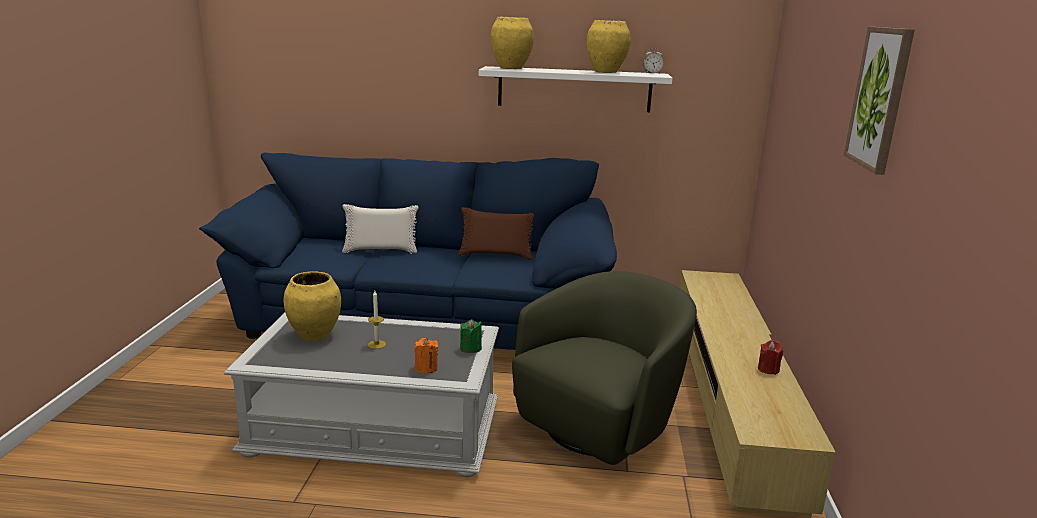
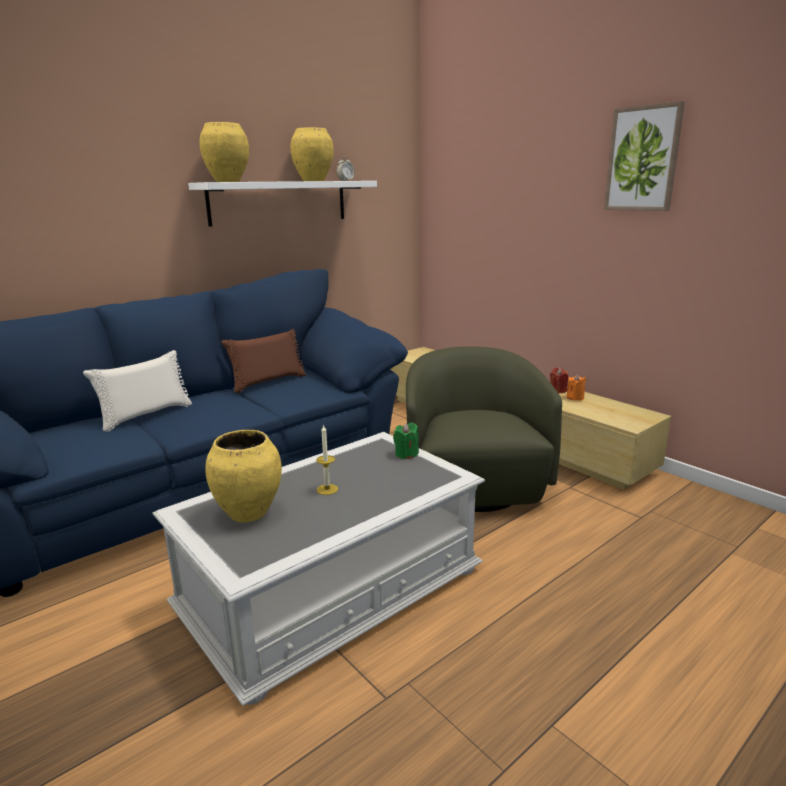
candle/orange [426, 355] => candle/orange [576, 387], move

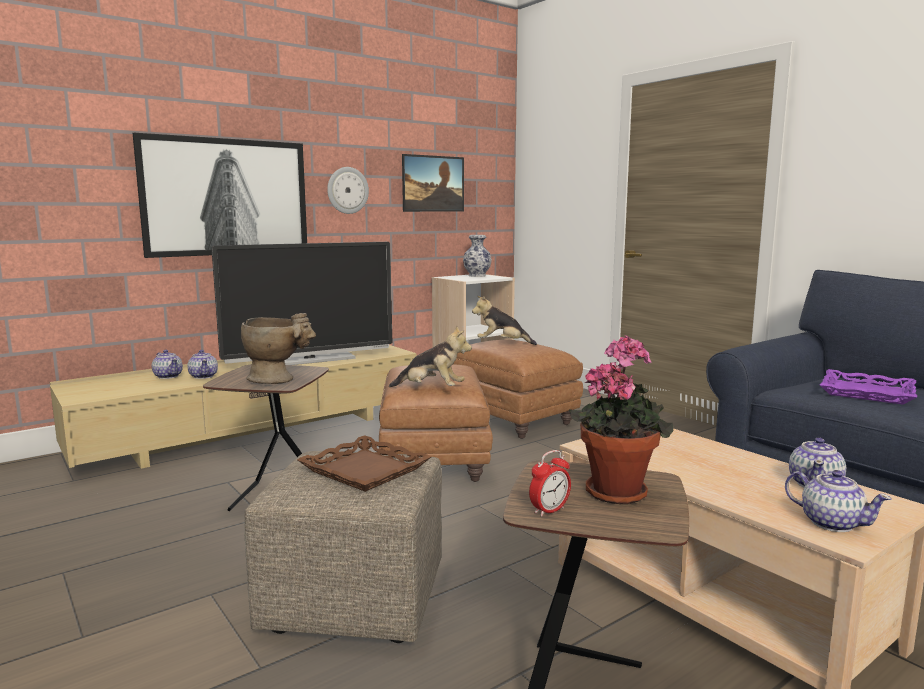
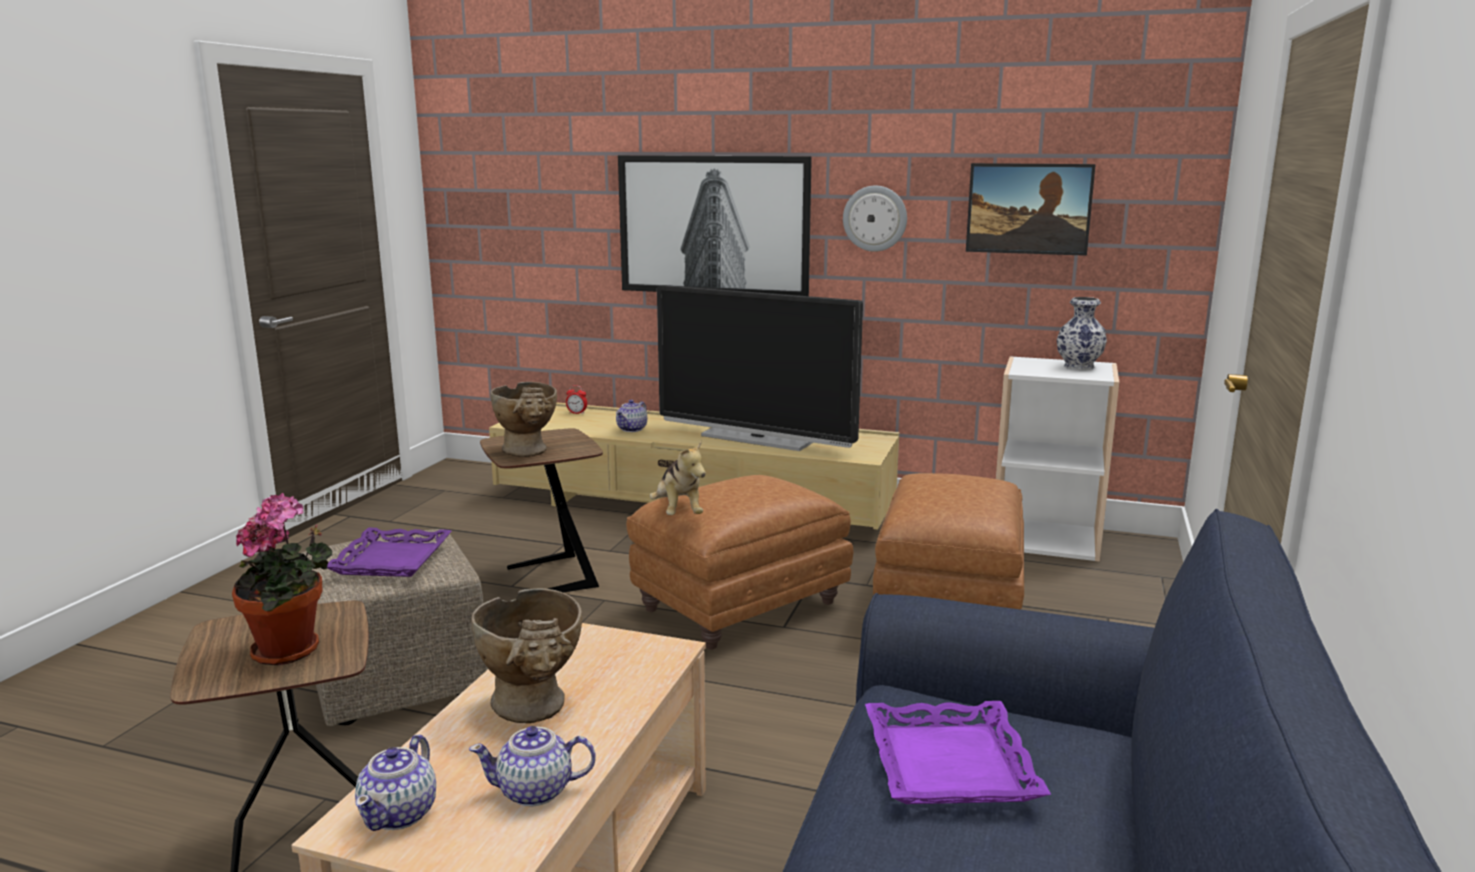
teapot [167, 364] => nothing
tray/brown [364, 463] => tray/purple [389, 552]
plush toy [504, 320] => nothing
alarm clock [550, 483] => alarm clock [576, 400], move
nothing => vase/beige [527, 655]

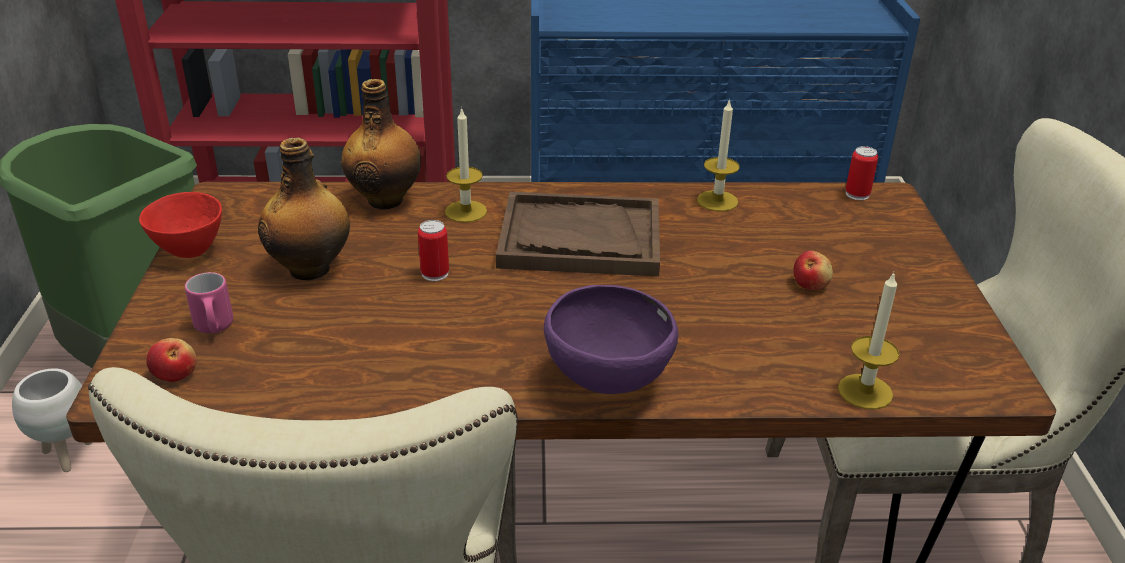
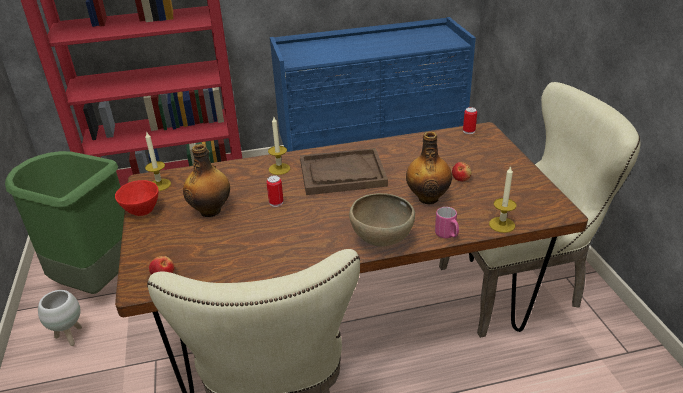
mug/pink [209, 302] => mug/pink [447, 222], move
bottle [381, 144] => bottle [429, 168], move
bowl/purple [611, 339] => bowl/brown [382, 220]
candle [718, 155] => candle [158, 161], move

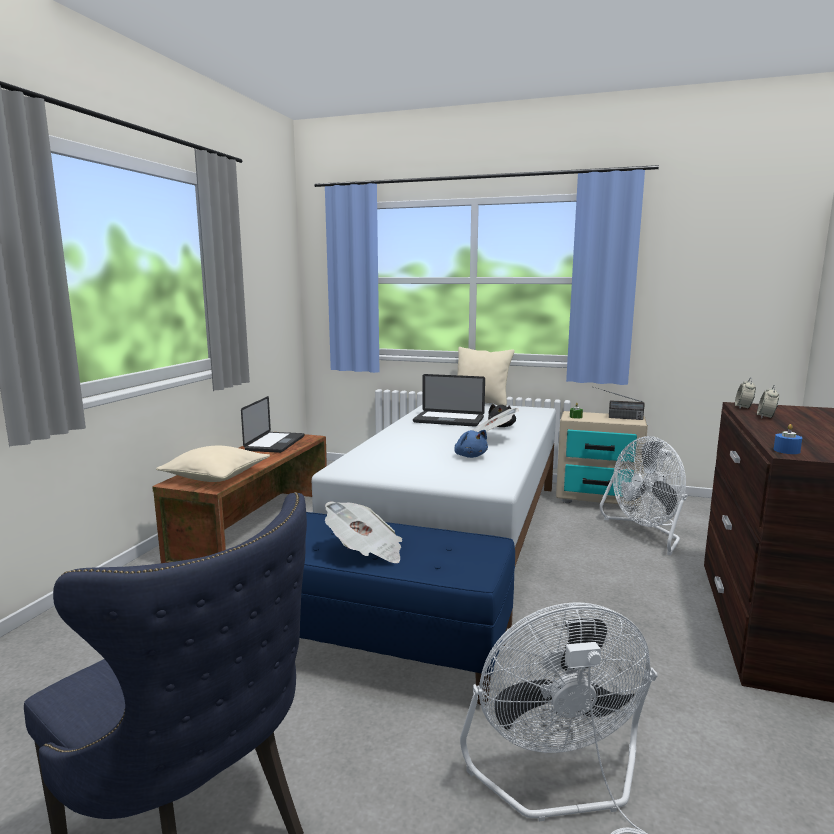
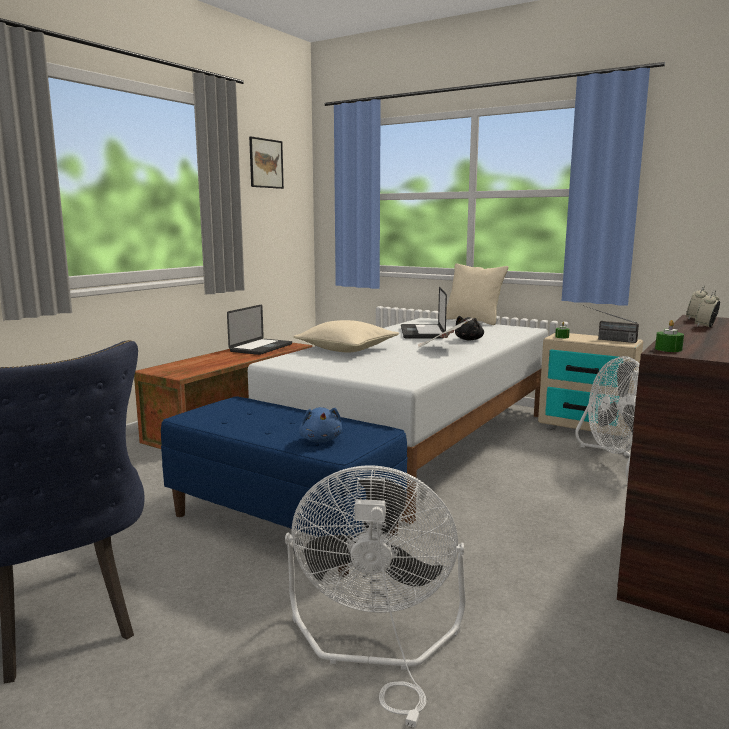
pillow/beige [213, 464] => pillow/beige [346, 336], move
newspaper [363, 532] => nothing
laptop [449, 400] => laptop [424, 313], 60 degrees clockwise
plush toy/blue [471, 444] => plush toy/blue [320, 425], move
candle/blue [787, 439] => candle/green [669, 336]
nothing => picture [266, 162]

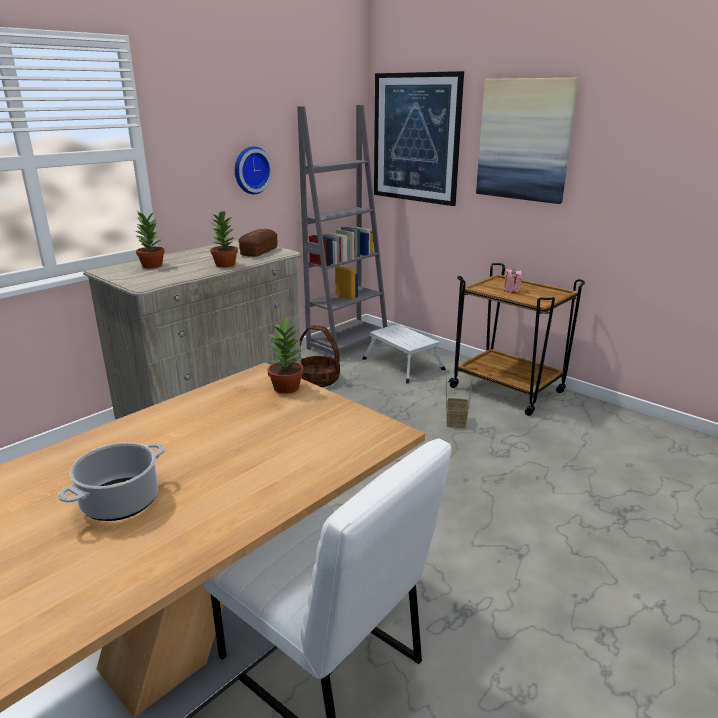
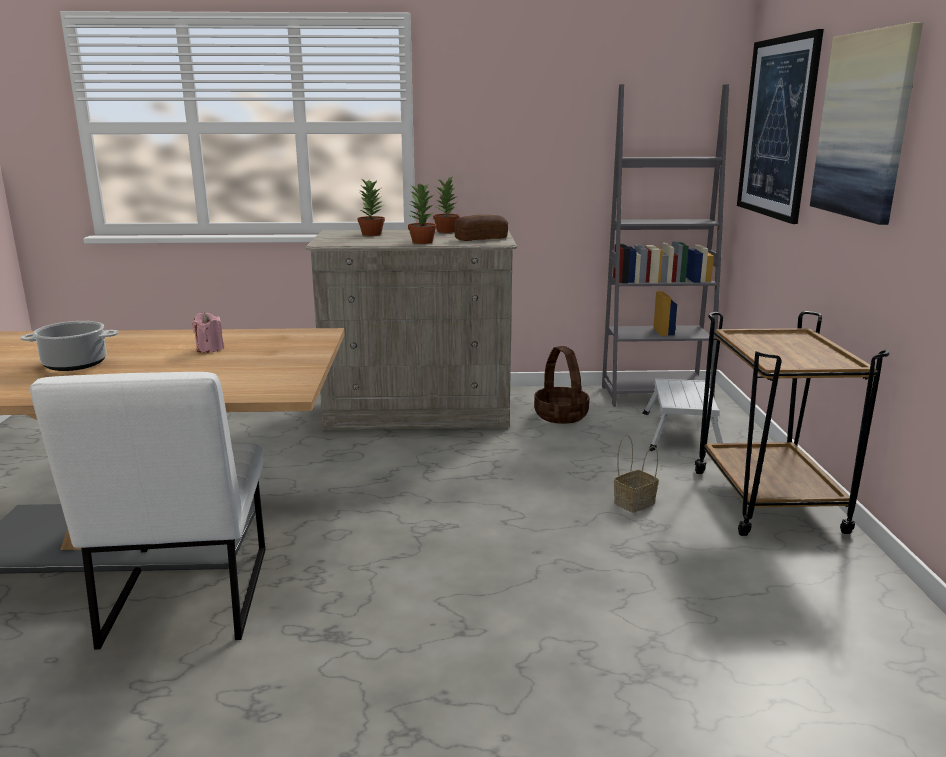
wall clock [254, 170] => nothing
potted plant [285, 355] => potted plant [446, 204], move
candle/pink [513, 280] => candle/pink [208, 332], move

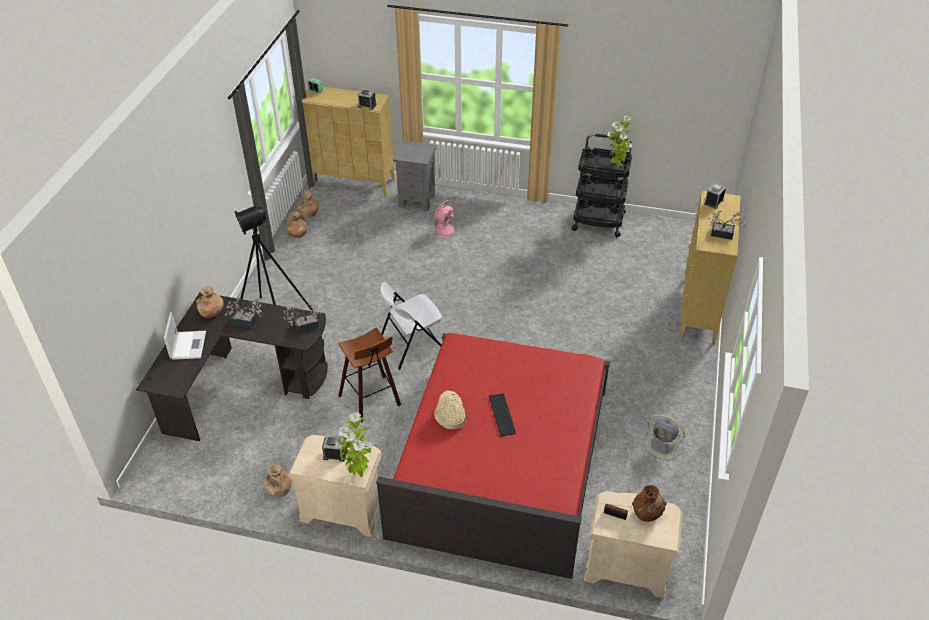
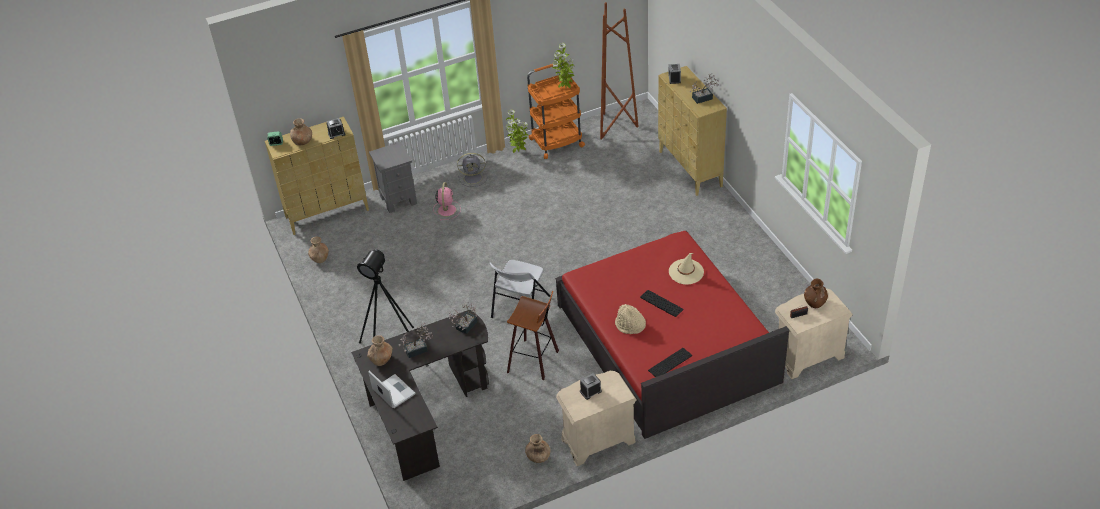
vase/brown [297, 224] => vase/brown [301, 131], move
potted plant [353, 444] => potted plant [517, 131], move
cart/black [601, 185] => cart/orange [556, 111]
fan/grey [664, 437] => fan/grey [472, 170], move
nothing => clothes rack/brown [619, 70]
nothing => keyboard [670, 362]
nothing => hat/beige [686, 269]

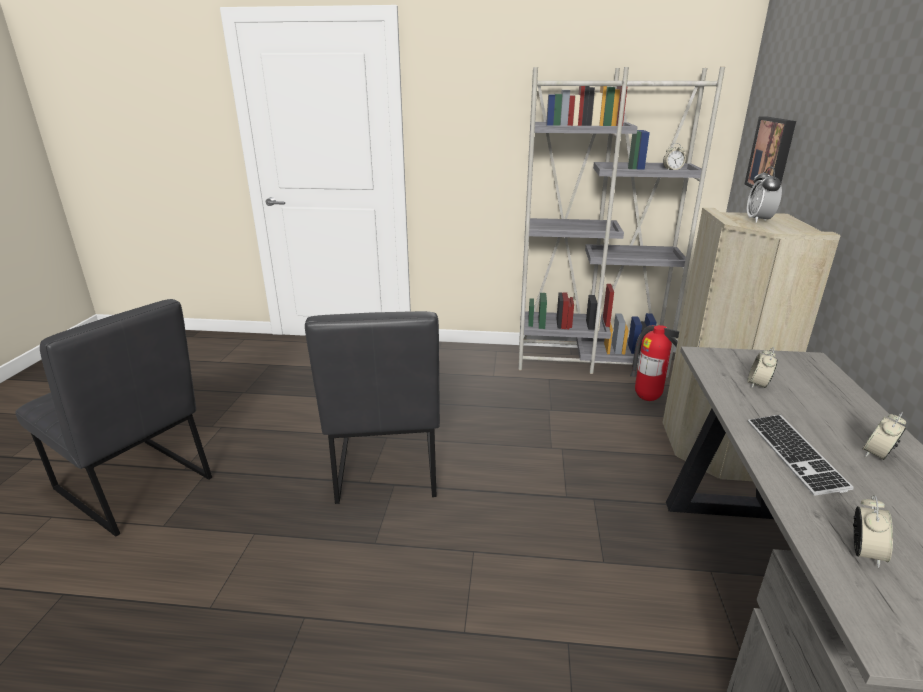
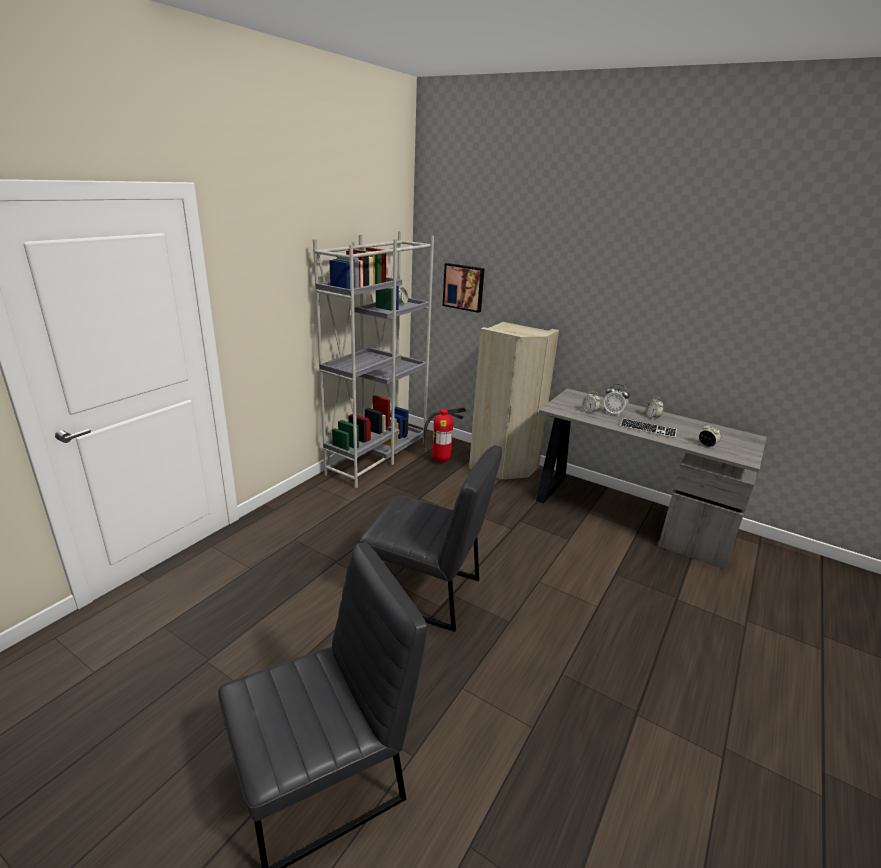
alarm clock [764, 195] => alarm clock [617, 400], move

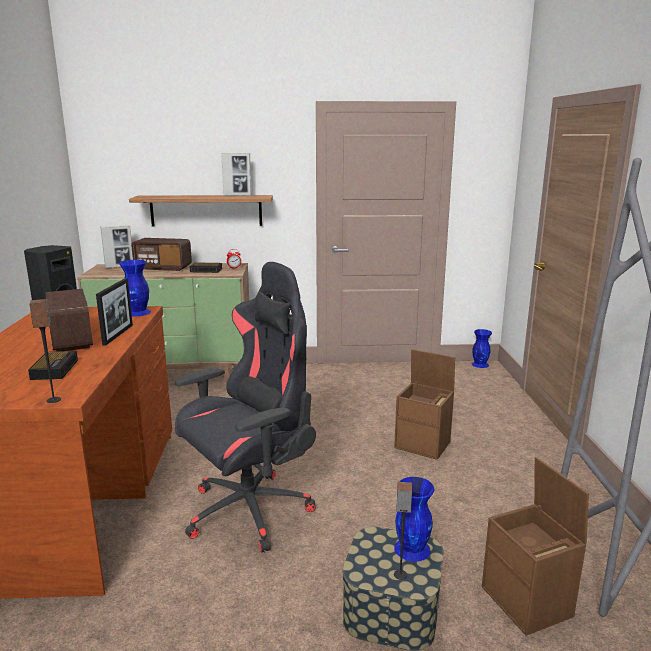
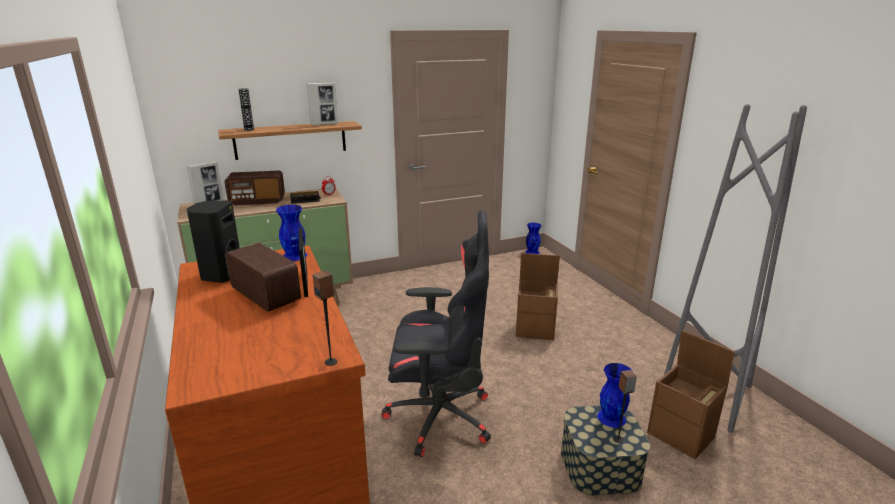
alarm clock [53, 365] => nothing
office chair/black [245, 407] => office chair/black [436, 333], 60 degrees clockwise
nothing => vase [246, 109]

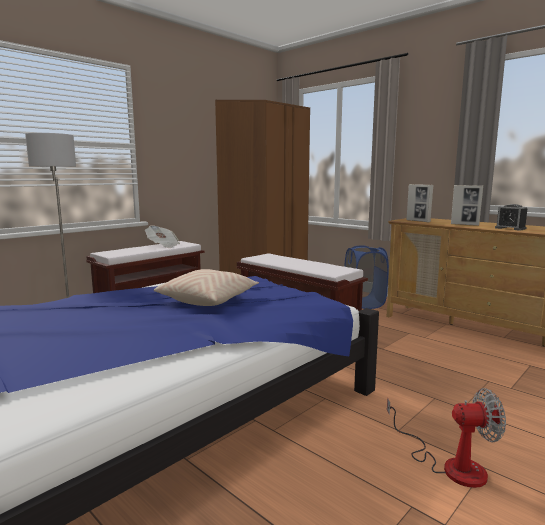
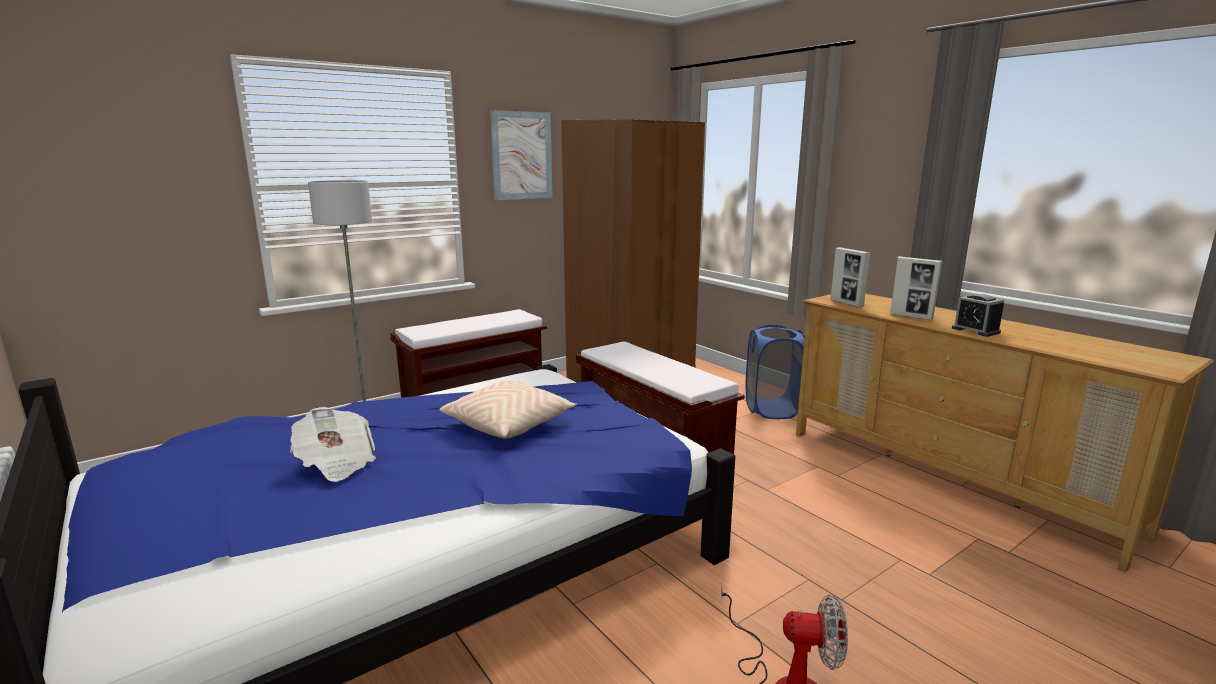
newspaper [162, 236] => newspaper [333, 444], move
nothing => picture [521, 155]

